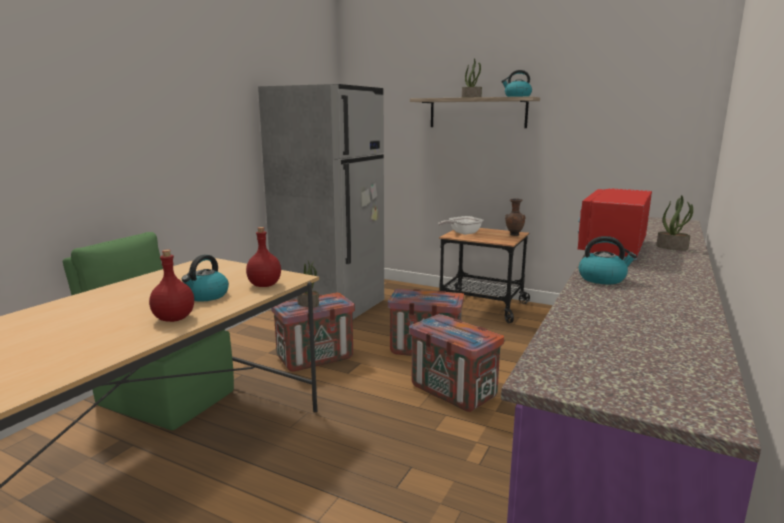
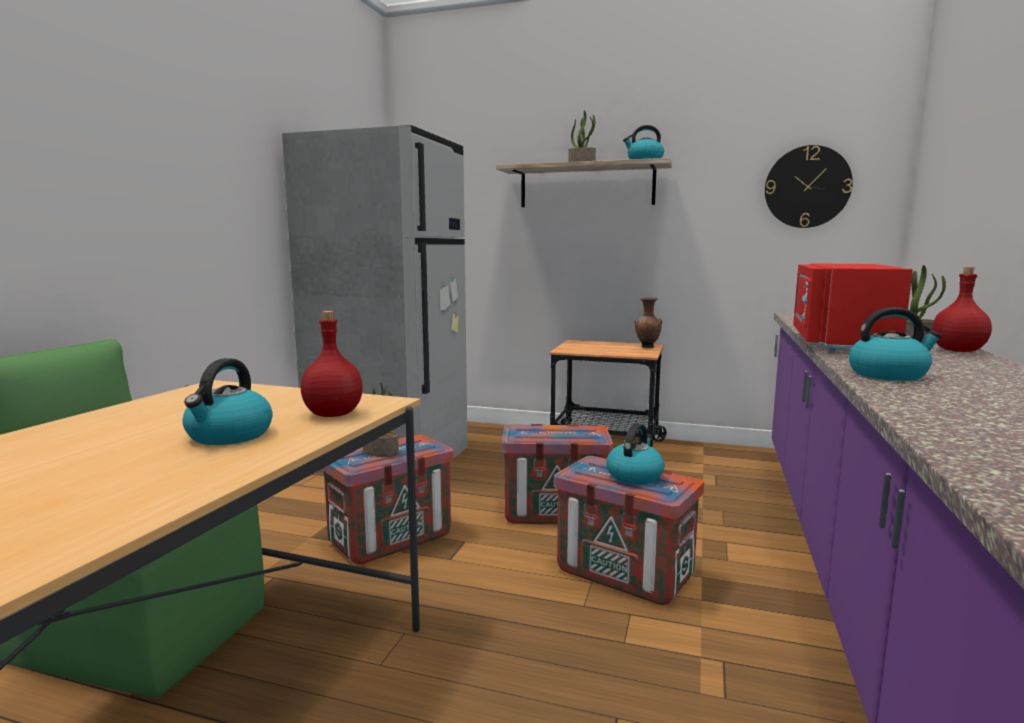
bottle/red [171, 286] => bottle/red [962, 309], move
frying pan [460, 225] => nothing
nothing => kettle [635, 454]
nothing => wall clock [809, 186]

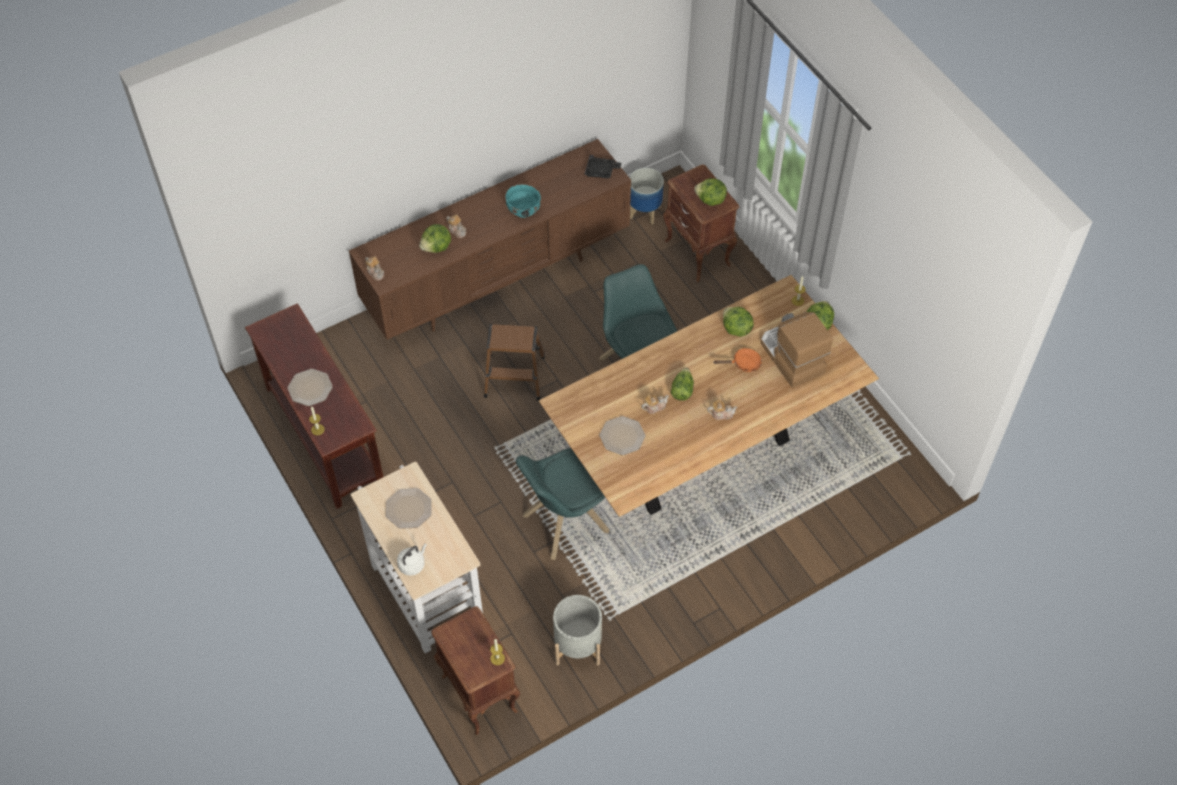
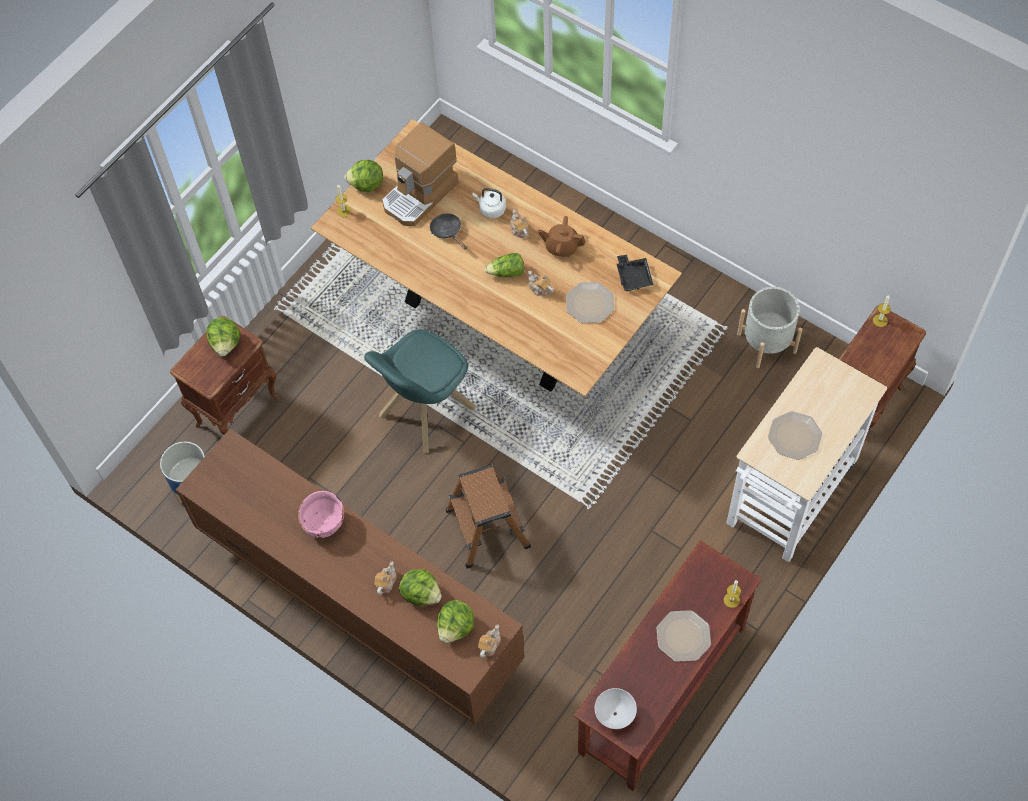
kettle/white [412, 559] => kettle/white [489, 203], move
bowl/turquoise [523, 201] => bowl/pink [321, 514]
chair/turquoise [562, 504] => nothing
tray/black [602, 167] => tray/black [635, 272], move
frying pan/orange [737, 360] => frying pan/black [448, 232]
lettuce [738, 322] => lettuce [455, 621], move
nothing => teapot/brown [562, 236]
nothing => bowl/white [616, 708]

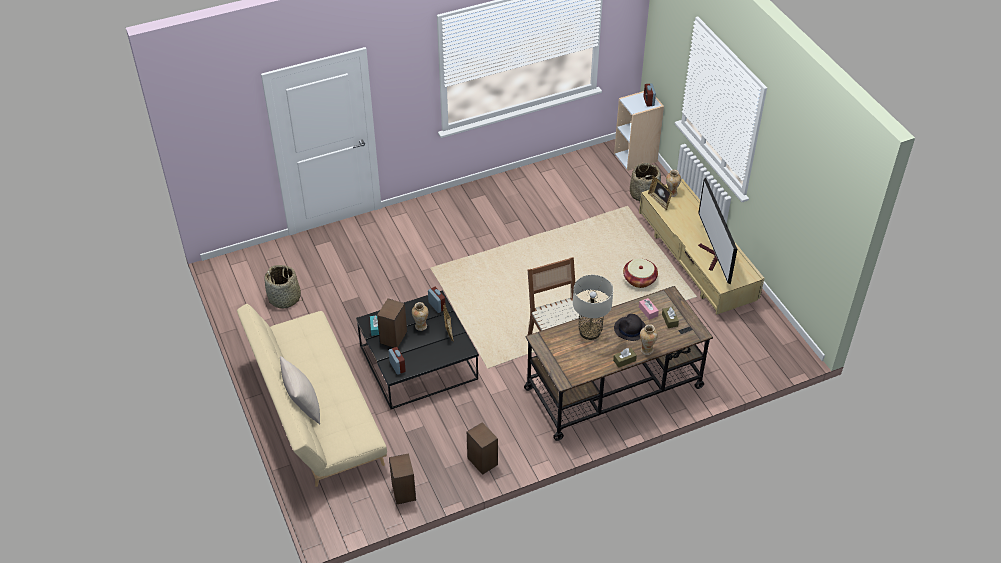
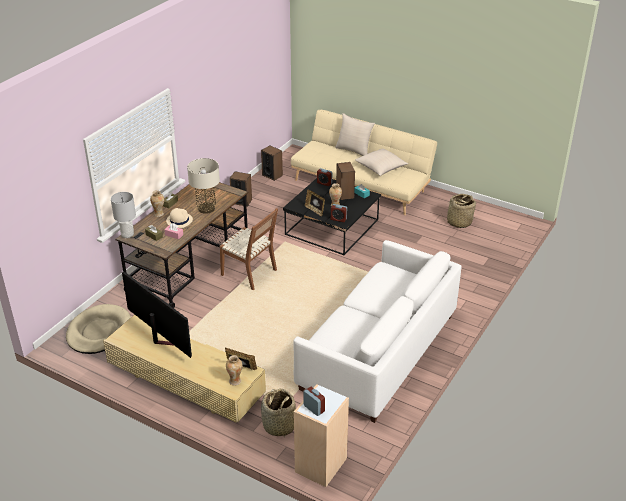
hat/black [630, 327] => hat/beige [179, 218]
basket [640, 273] => nothing
nothing => dog bed/beige [98, 329]
nothing => table lamp/grey [123, 215]
nothing => sofa/white [377, 331]
nothing => pillow/beige [381, 162]

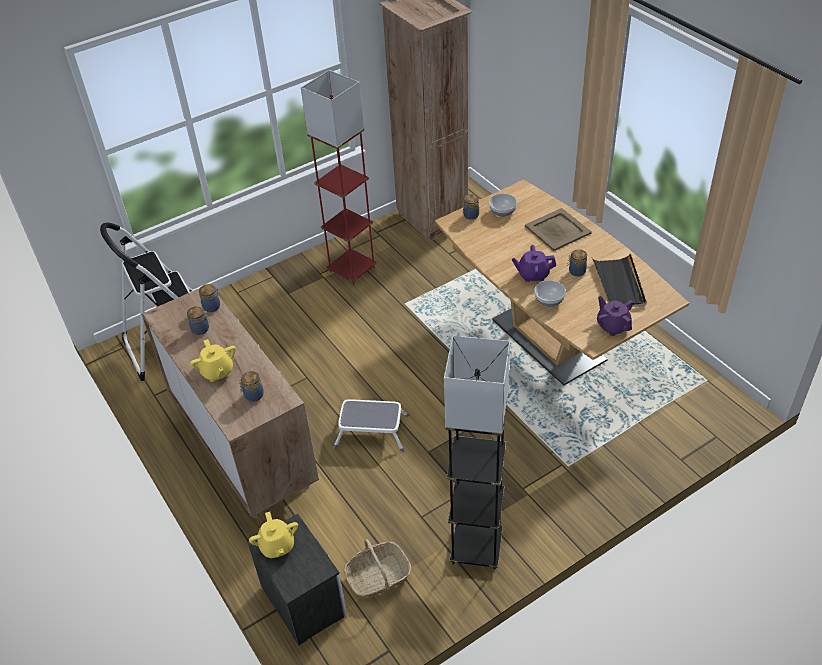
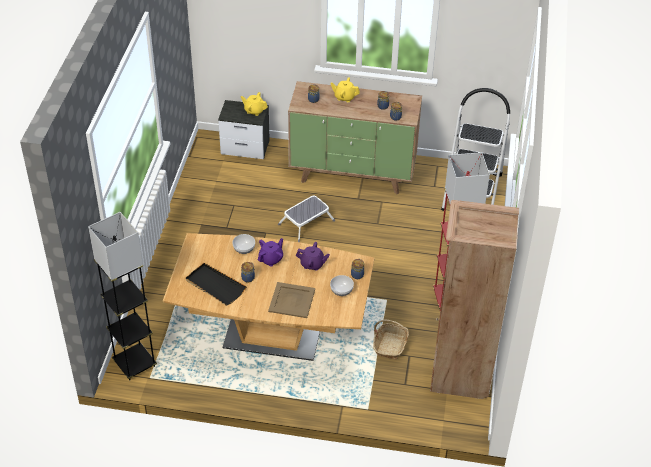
basket [377, 568] => basket [391, 340], move
floor lamp/grey [477, 452] => floor lamp/grey [122, 296], move
teapot/purple [615, 316] => teapot/purple [313, 256], move

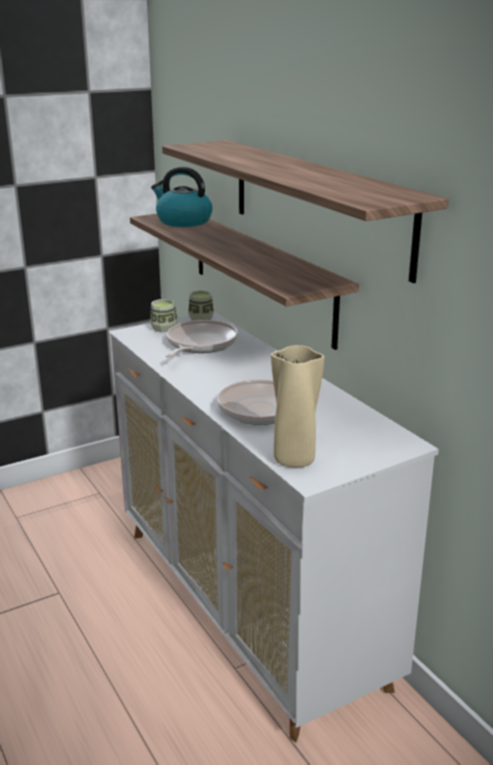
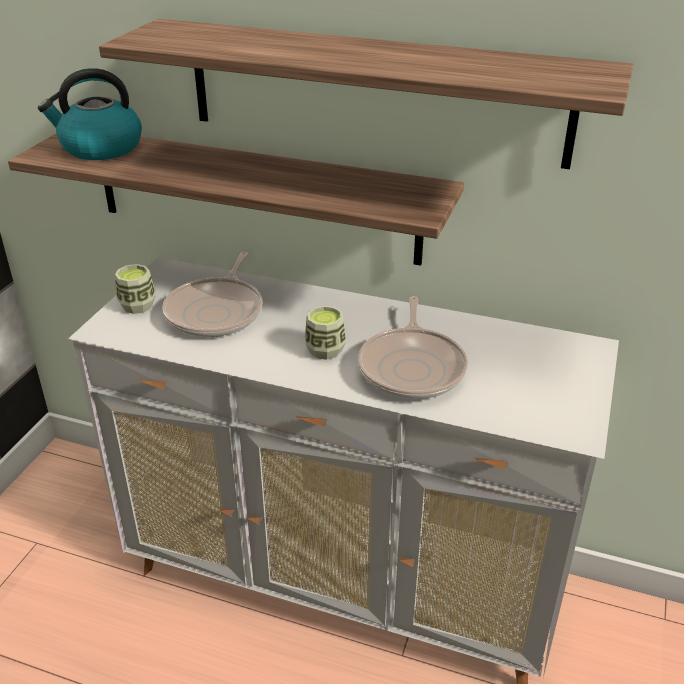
frying pan [202, 339] => frying pan [212, 294], 150 degrees counterclockwise
cup [201, 305] => cup [325, 332], move
vase/beige [297, 406] => nothing

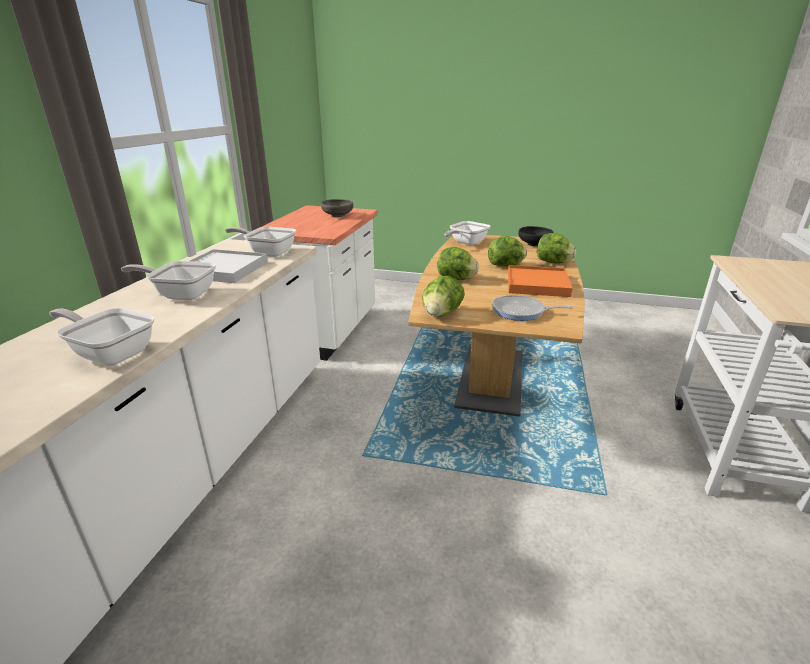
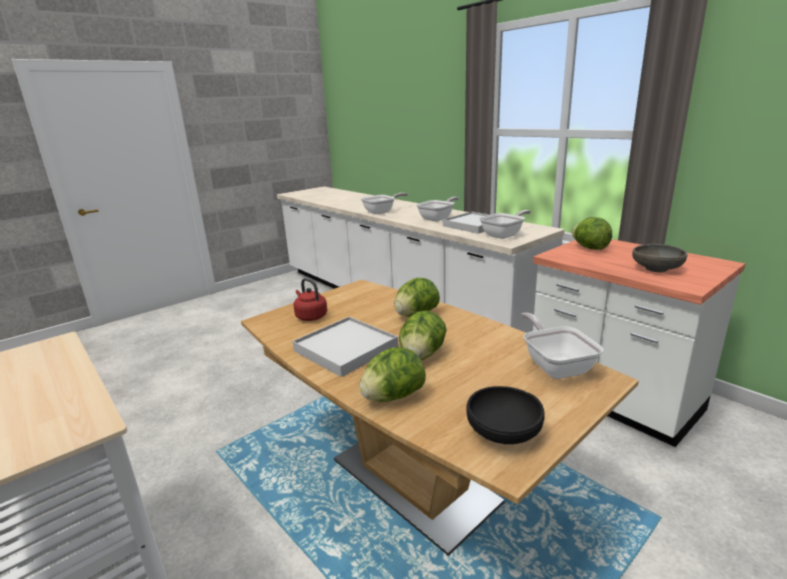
lettuce [443, 296] => lettuce [592, 233], move
frying pan [532, 308] => kettle/red [310, 299]
tray/orange [540, 281] => tray/white [345, 347]

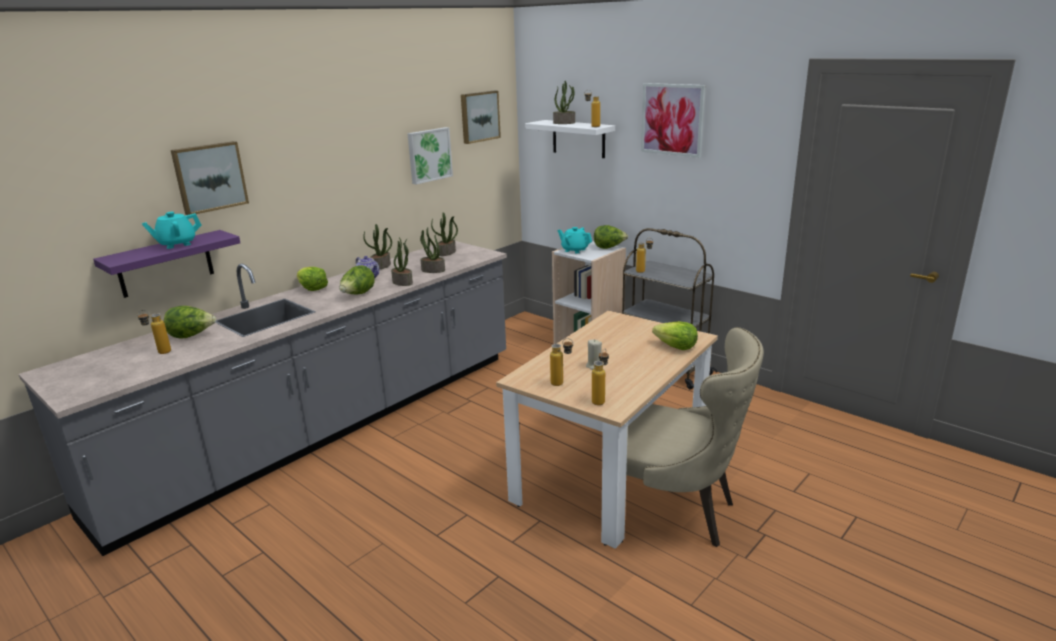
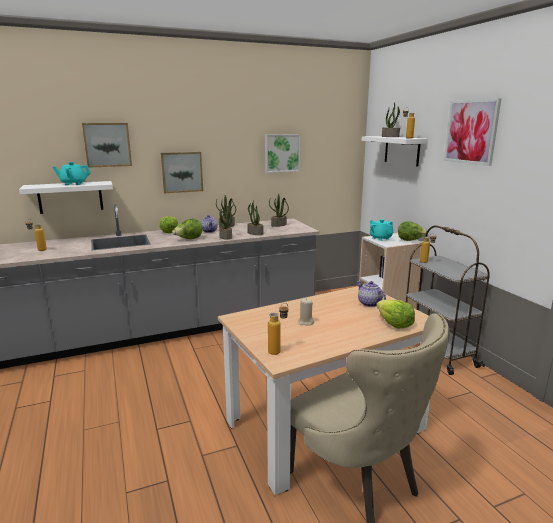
shelf/purple [166, 264] => shelf/white [66, 197]
lettuce [190, 322] => nothing
picture [481, 117] => picture [182, 172], move
bottle [561, 362] => nothing
nothing => teapot [371, 294]

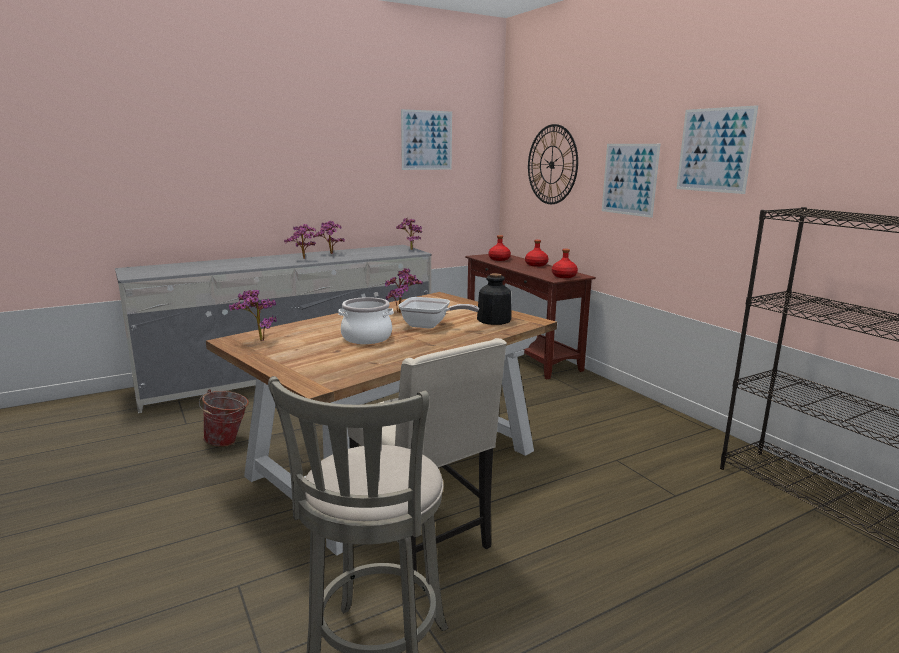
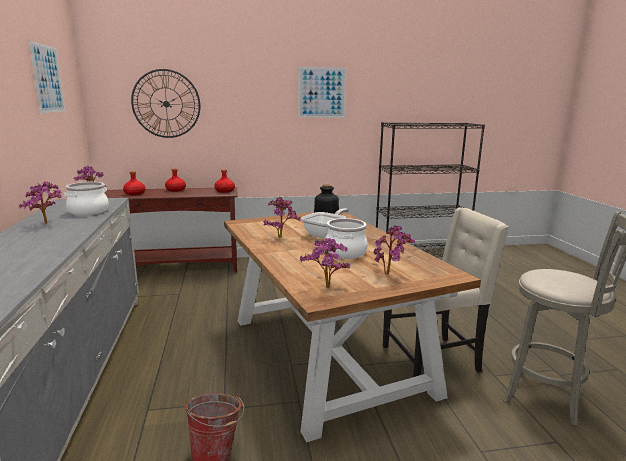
potted plant [300, 241] => potted plant [394, 250], move
picture [631, 181] => nothing
nothing => cooking pot [86, 198]

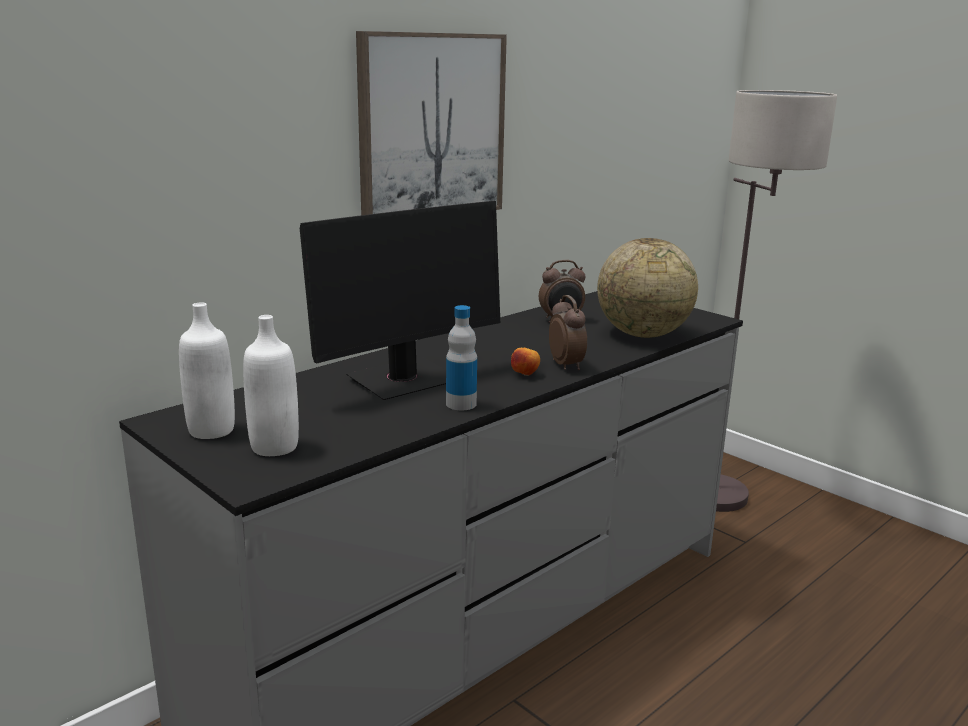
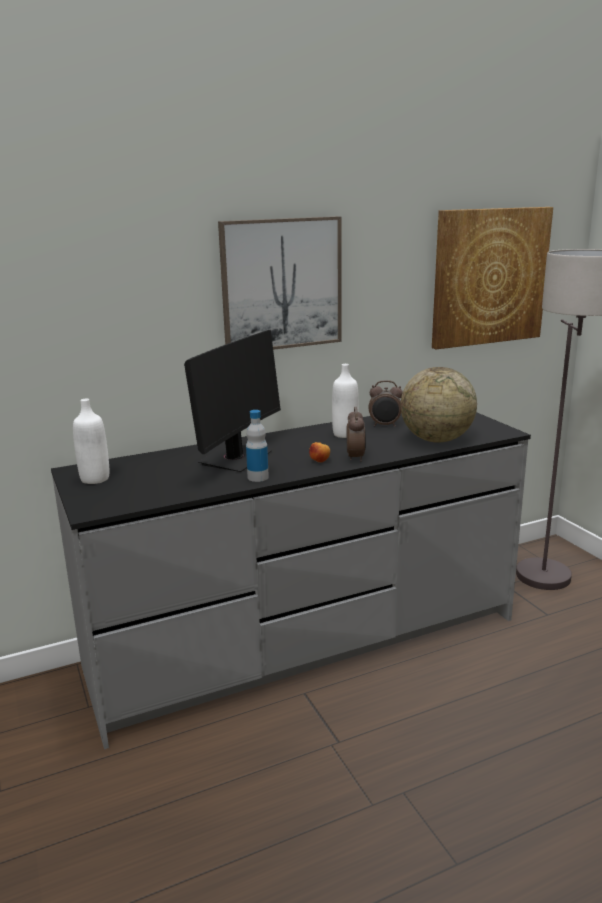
bottle/white [271, 385] => bottle/white [345, 401], move
monitor [400, 300] => monitor [232, 401], 45 degrees counterclockwise
nothing => picture [492, 278]

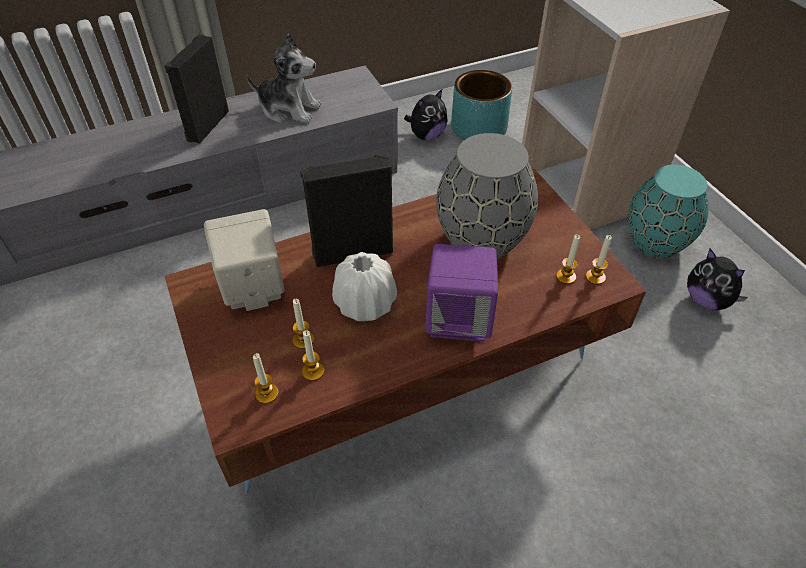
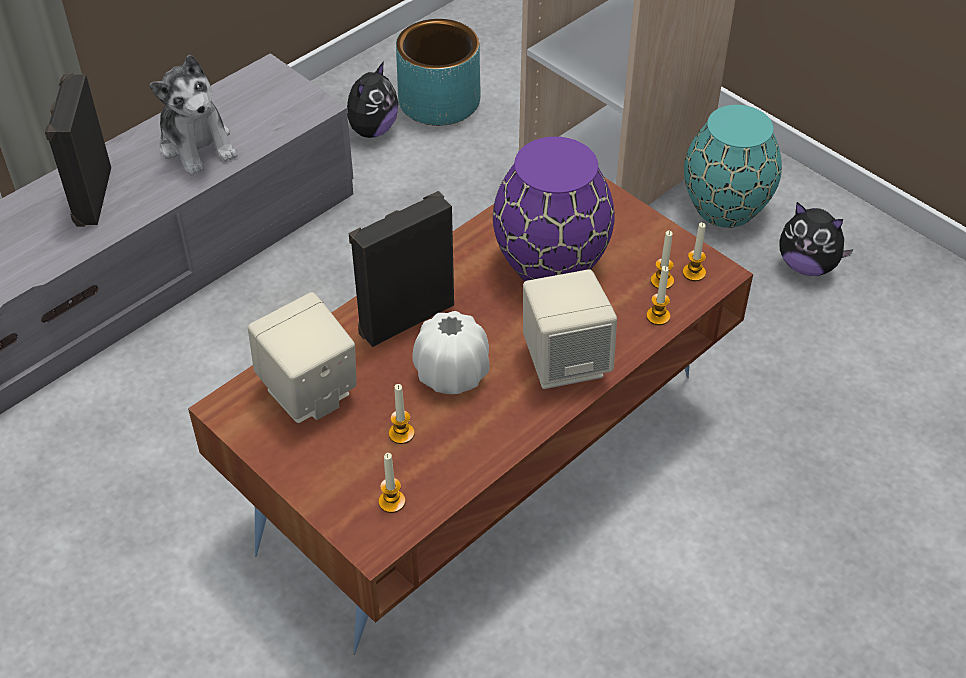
plush toy [284, 78] => plush toy [194, 115], 60 degrees clockwise
candle [313, 355] => candle [658, 295], move
speaker/purple [461, 292] => speaker/beige [570, 329]
vase/grey [487, 196] => vase/purple [554, 209]

